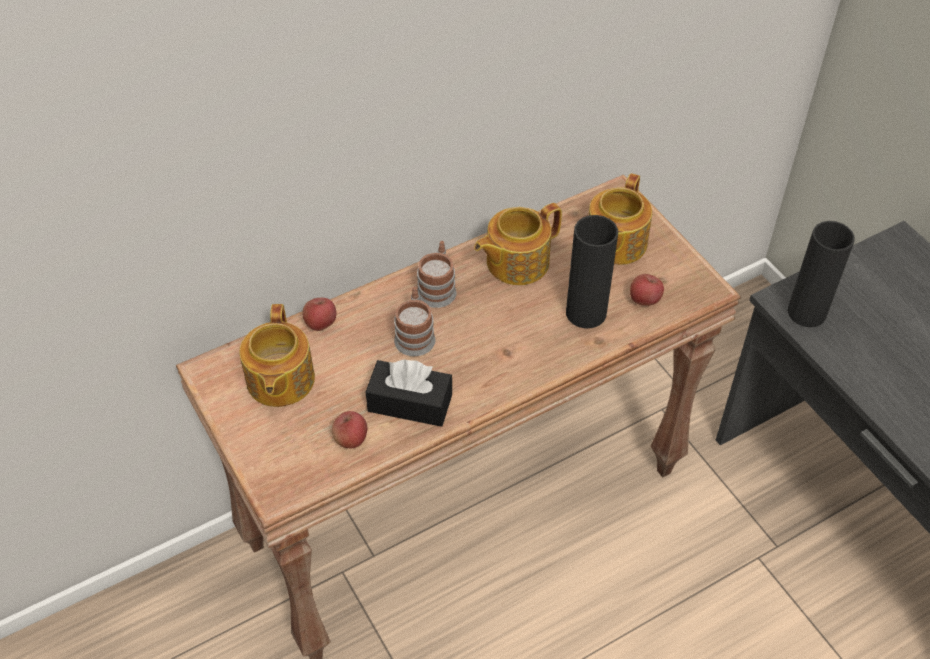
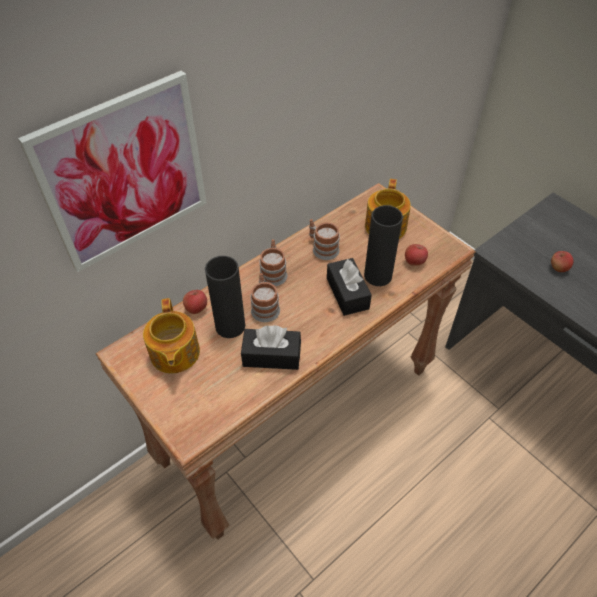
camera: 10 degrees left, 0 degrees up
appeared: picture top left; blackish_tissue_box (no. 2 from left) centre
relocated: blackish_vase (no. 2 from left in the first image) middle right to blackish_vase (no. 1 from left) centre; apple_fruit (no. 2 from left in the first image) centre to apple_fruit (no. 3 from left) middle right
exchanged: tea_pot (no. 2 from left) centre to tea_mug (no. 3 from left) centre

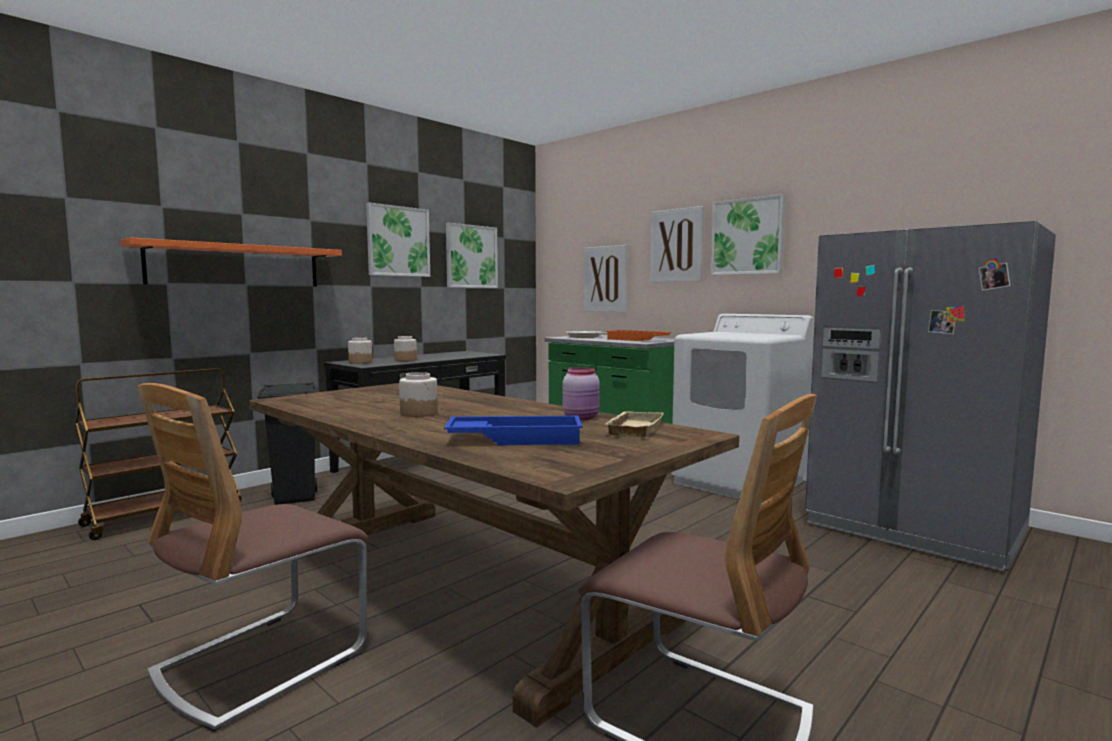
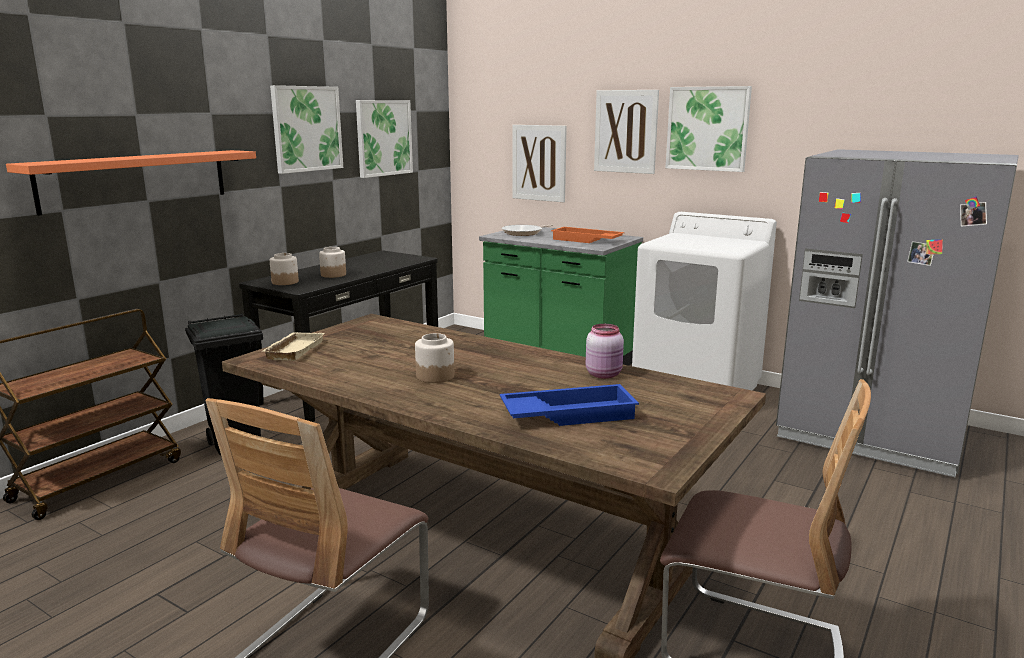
camera: 10 degrees left, 10 degrees up
relocated: sand-coloured_carrying_tray centre to middle left

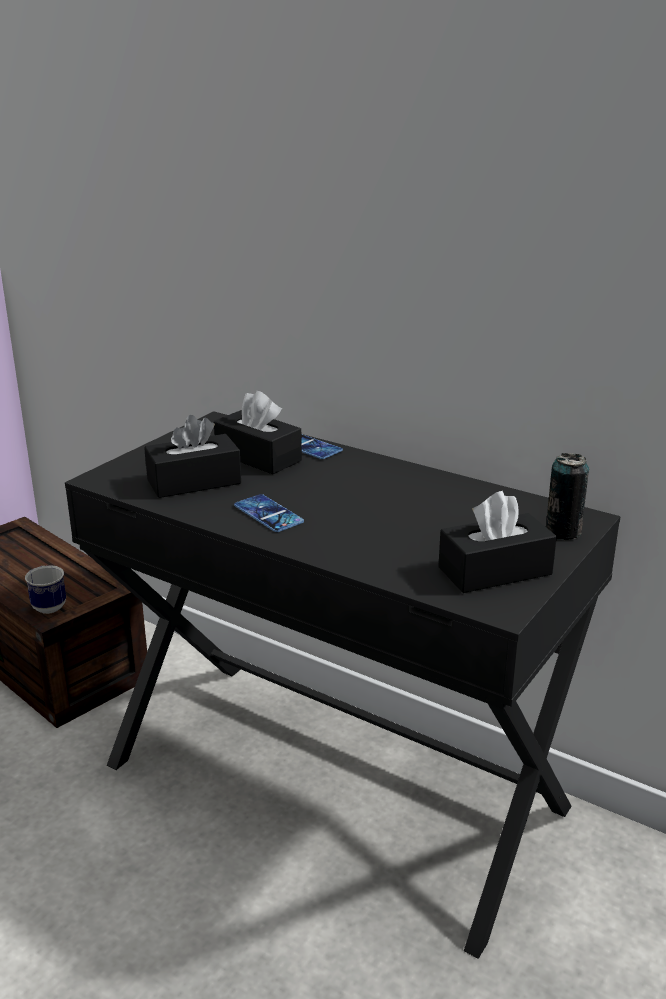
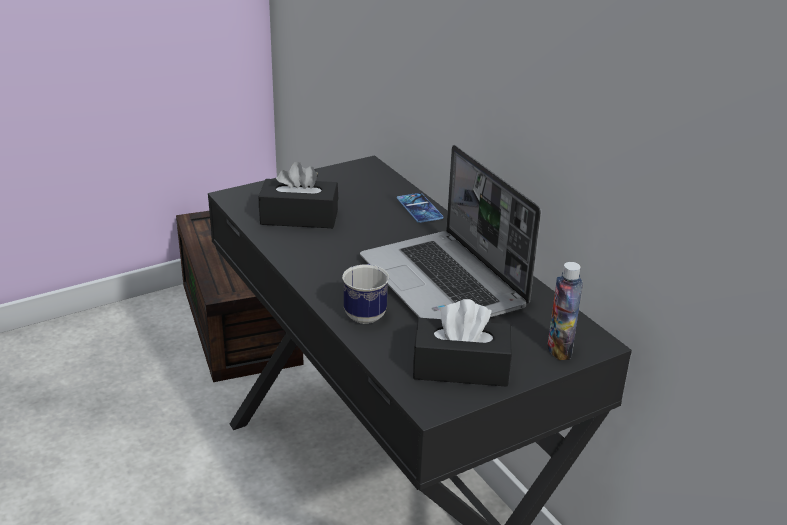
camera: 25 degrees right, 5 degrees up
missing: blackish_tissue_box (no. 2 from left) centre; handset (no. 1 from left) centre
appeared: portable_computer centre
relocated: tea_mug middle left to centre
exchanged: can middle right to drink_bottle middle right

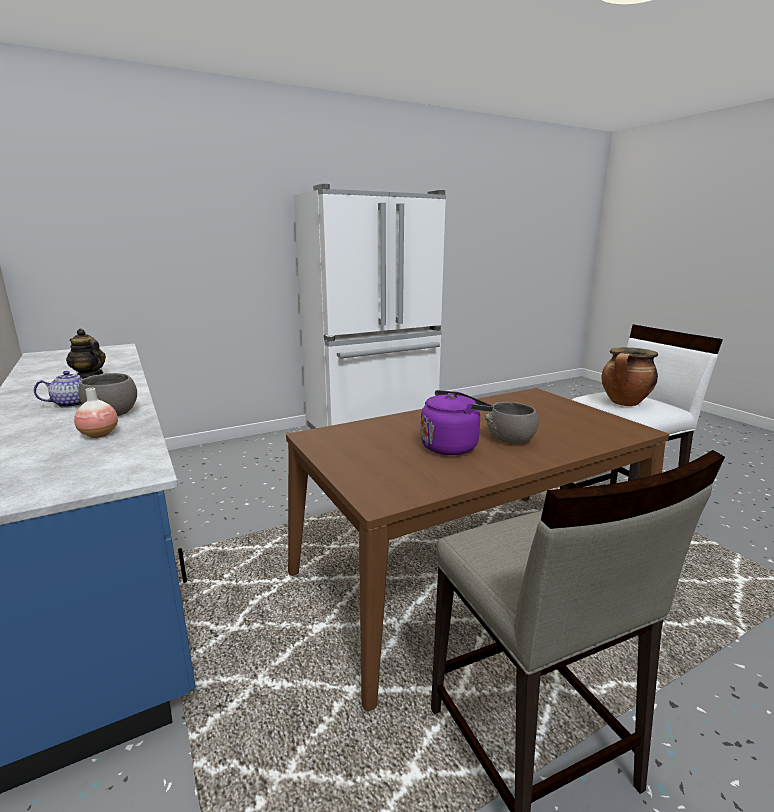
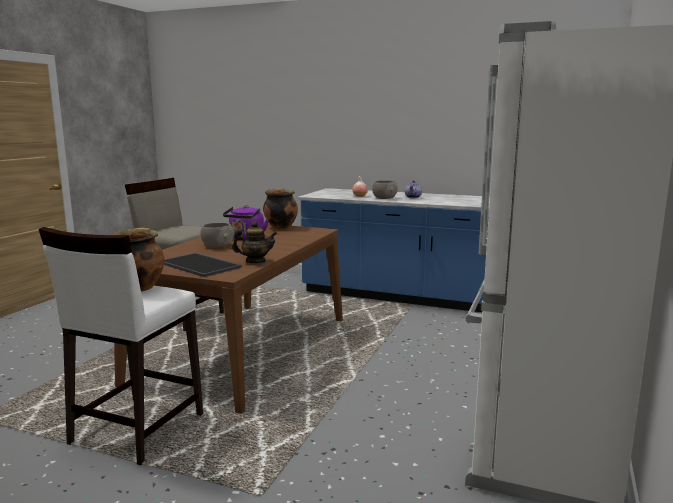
camera: 140 degrees right, 5 degrees down
appeared: cooking_pot (no. 2 from left) centre; carrying_tray middle left
relocated: tea_pot (no. 2 from left in the first image) middle left to tea_pot (no. 1 from left) centre

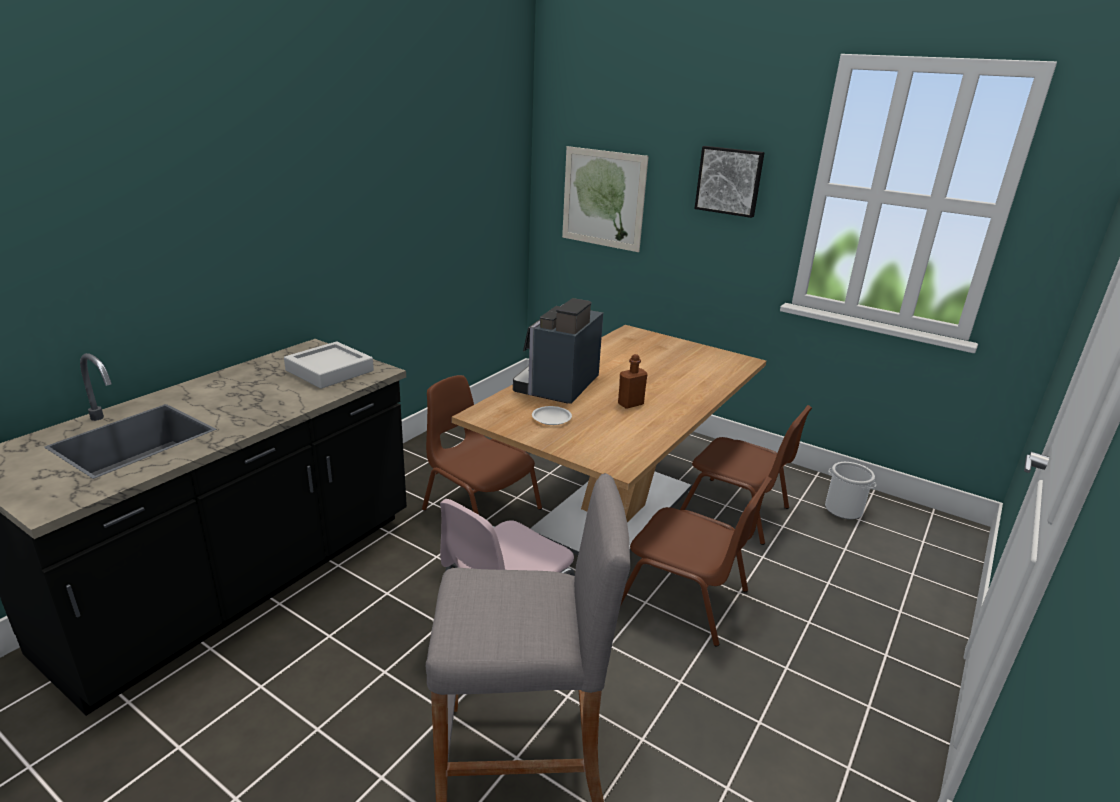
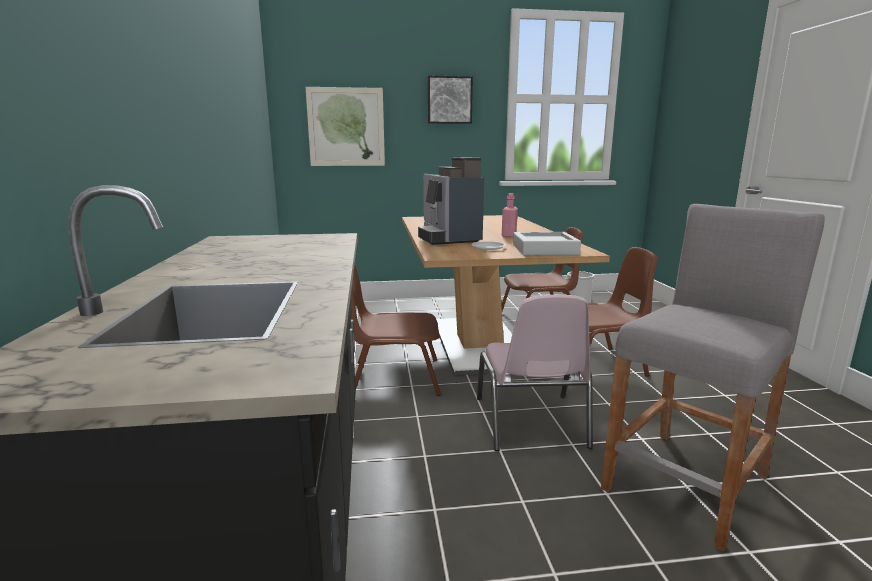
camera: 40 degrees left, 10 degrees down
relocated: gray_carrying_tray middle left to centre
colour: brown_drink_bottle centre to pinkish_drink_bottle centre

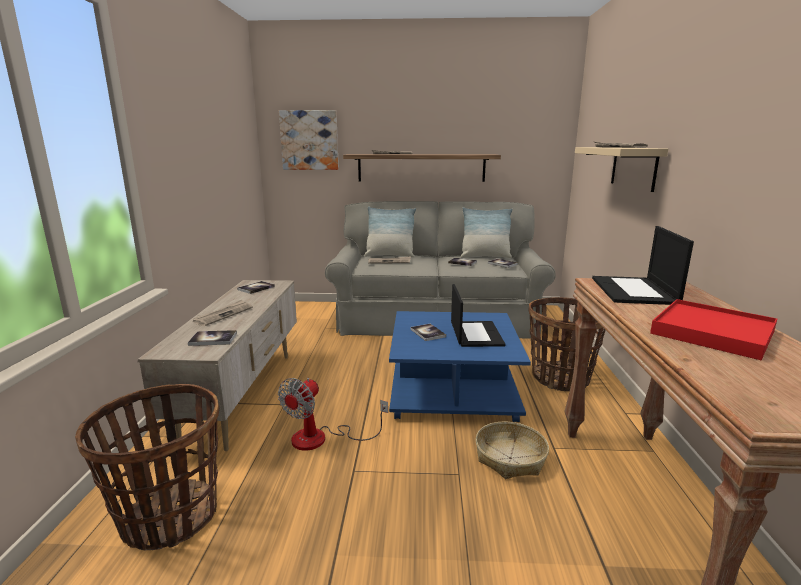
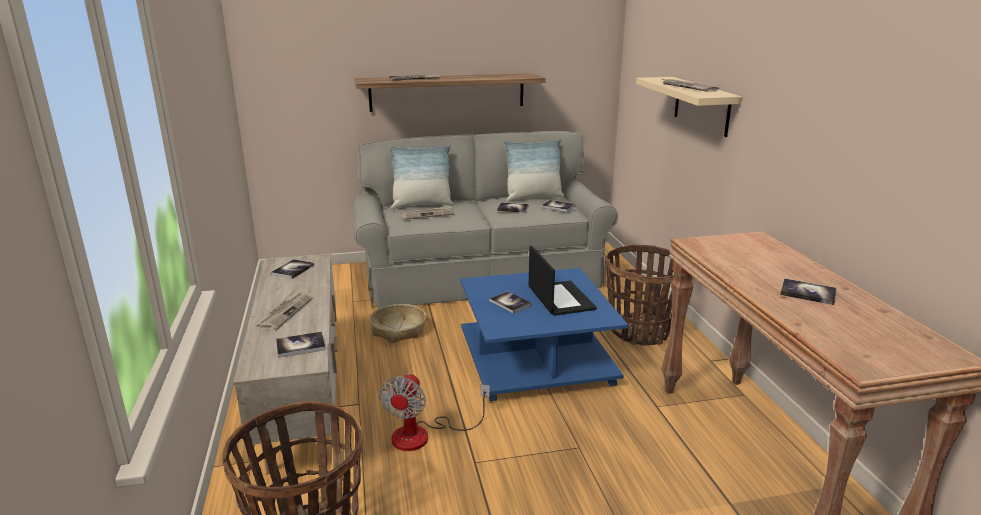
camera: 15 degrees left, 5 degrees up
missing: picture top centre; portable_computer (no. 2 from left) middle right
relocated: basket (no. 2 from left) bottom centre to centre
exchanged: red_carrying_tray middle right to volume (no. 6 from left) middle right

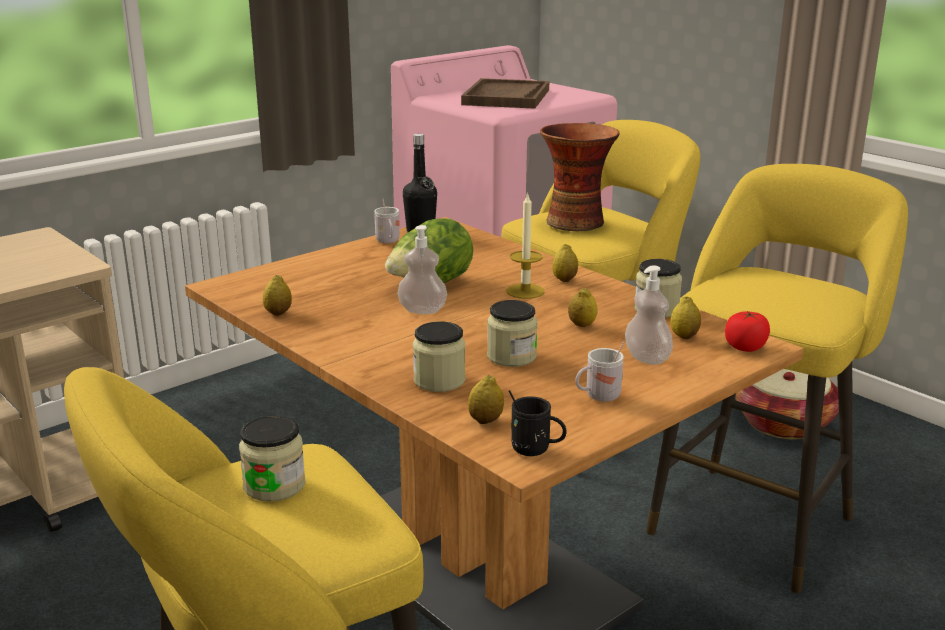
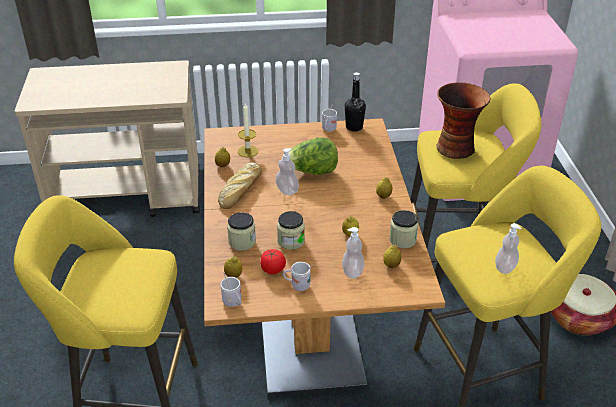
camera: 35 degrees right, 15 degrees up
missing: brown_carrying_tray top centre; jar (no. 1 from left) bottom left
appeared: baked_bread centre; soap_bottle (no. 3 from left) middle right
relocated: wax_candle centre to top centre; whole_tomato middle right to centre
colour: blackish_tea_mug bottom centre to white-coloured_tea_mug (no. 1 from left) bottom centre

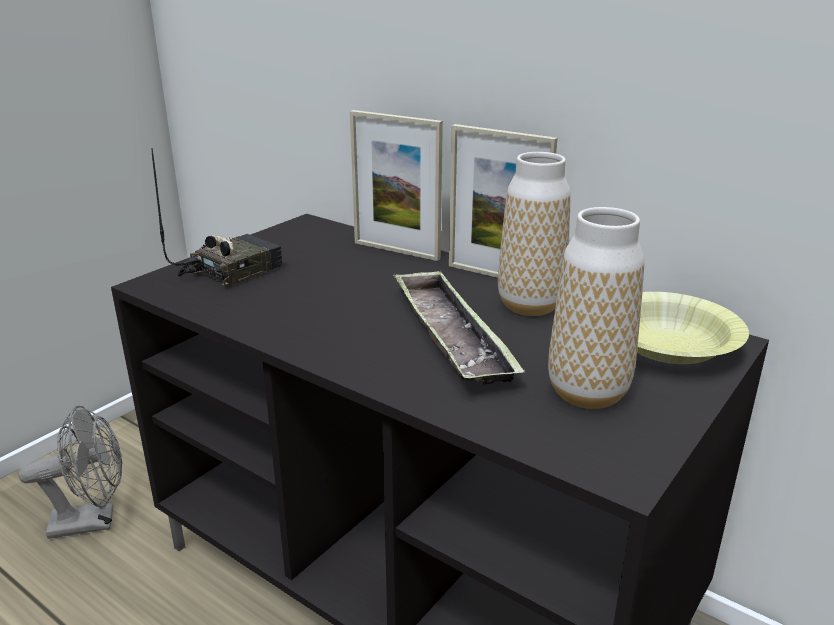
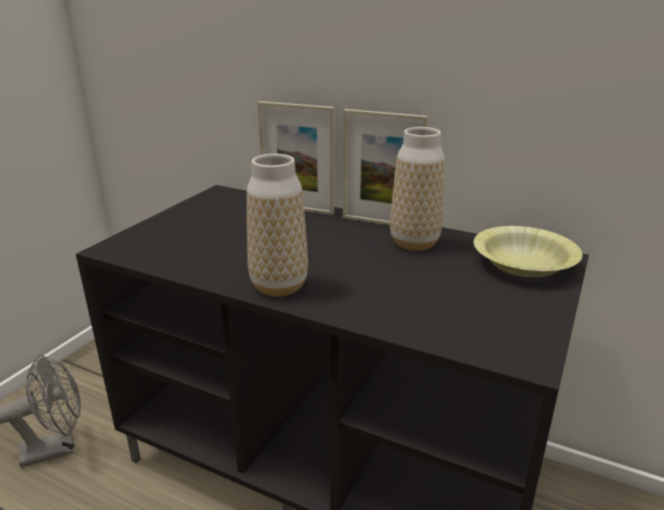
camera: 10 degrees left, 0 degrees up
missing: radio_set middle left; carrying_tray centre
relocated: vase (no. 2 from left in the first image) middle right to vase (no. 1 from left) centre

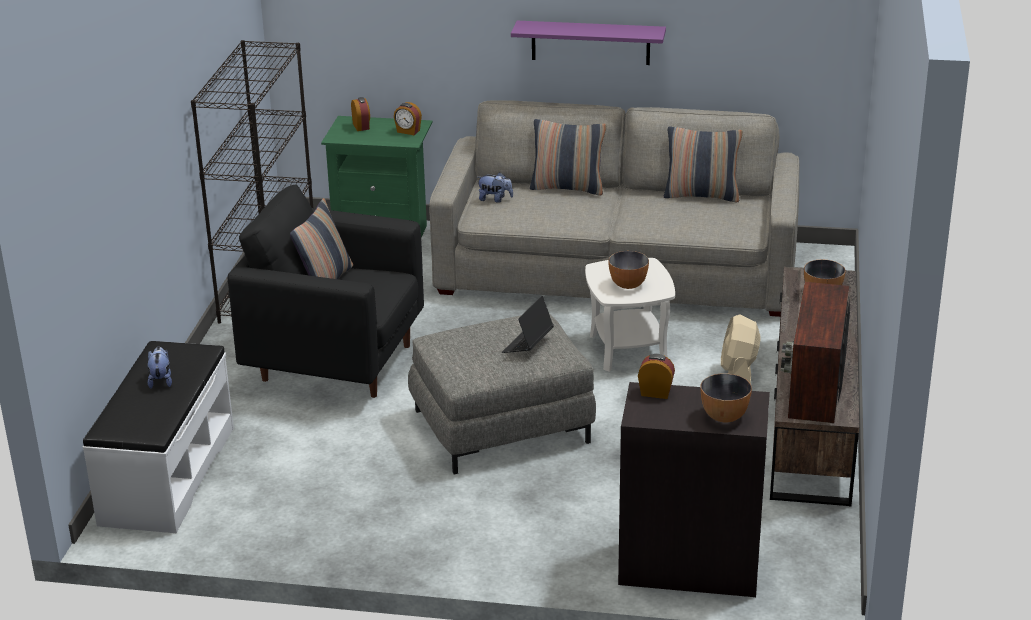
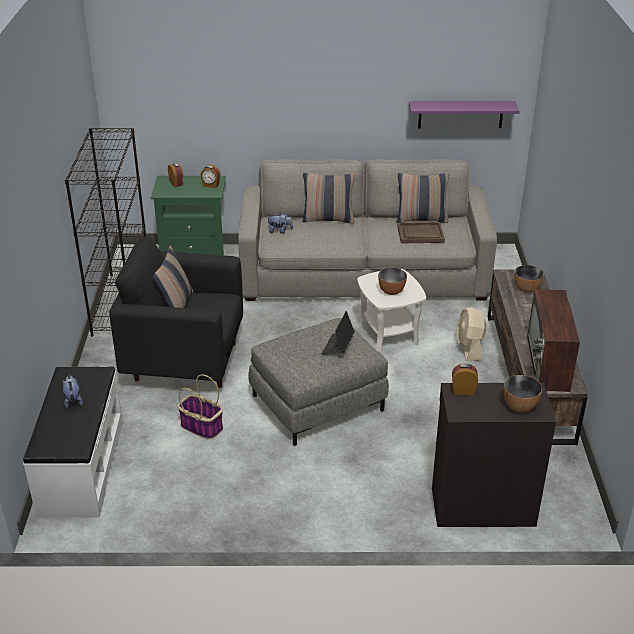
camera: 10 degrees left, 5 degrees up
appeared: brown_carrying_tray centre; basket middle left
relocated: purple-coloured_bracket_shelf top centre to top right

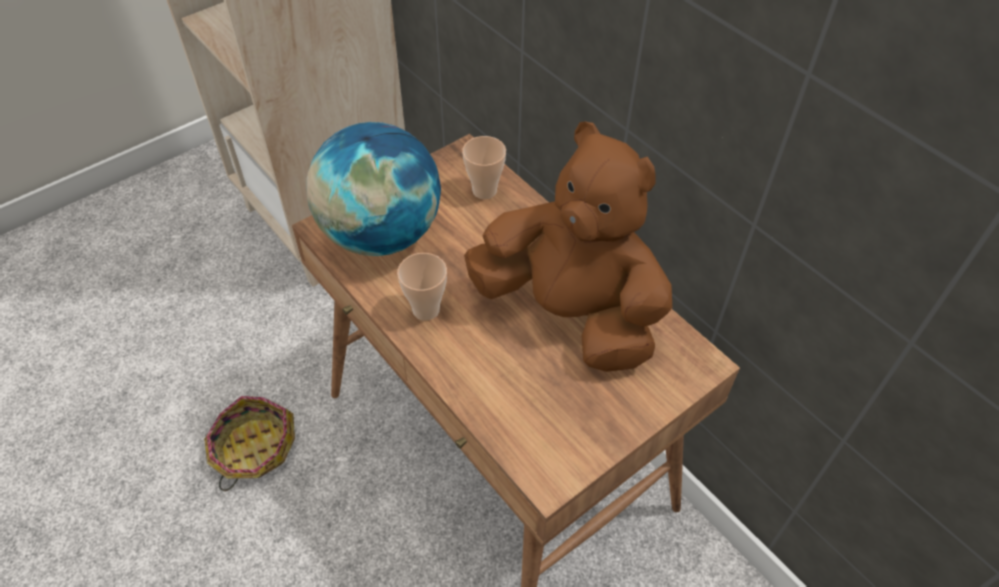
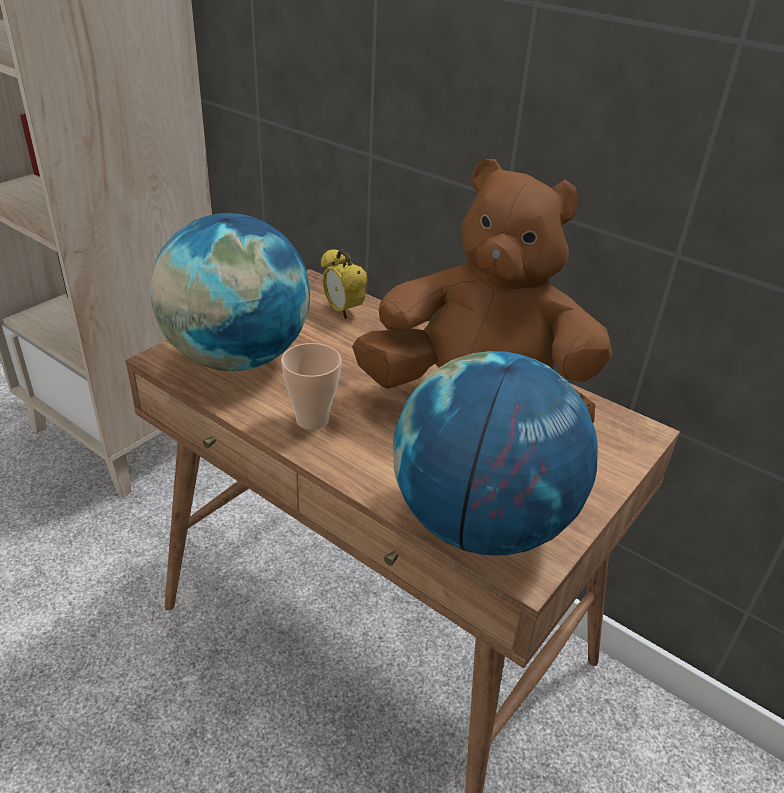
camera: 15 degrees left, 15 degrees down
missing: basket bottom left
appeared: desk_globe (no. 2 from left) centre
exchanged: small_cup (no. 2 from left) top centre to table_clock centre

